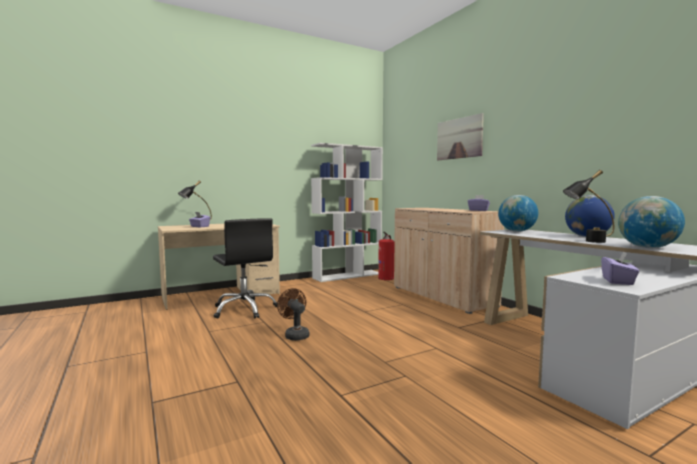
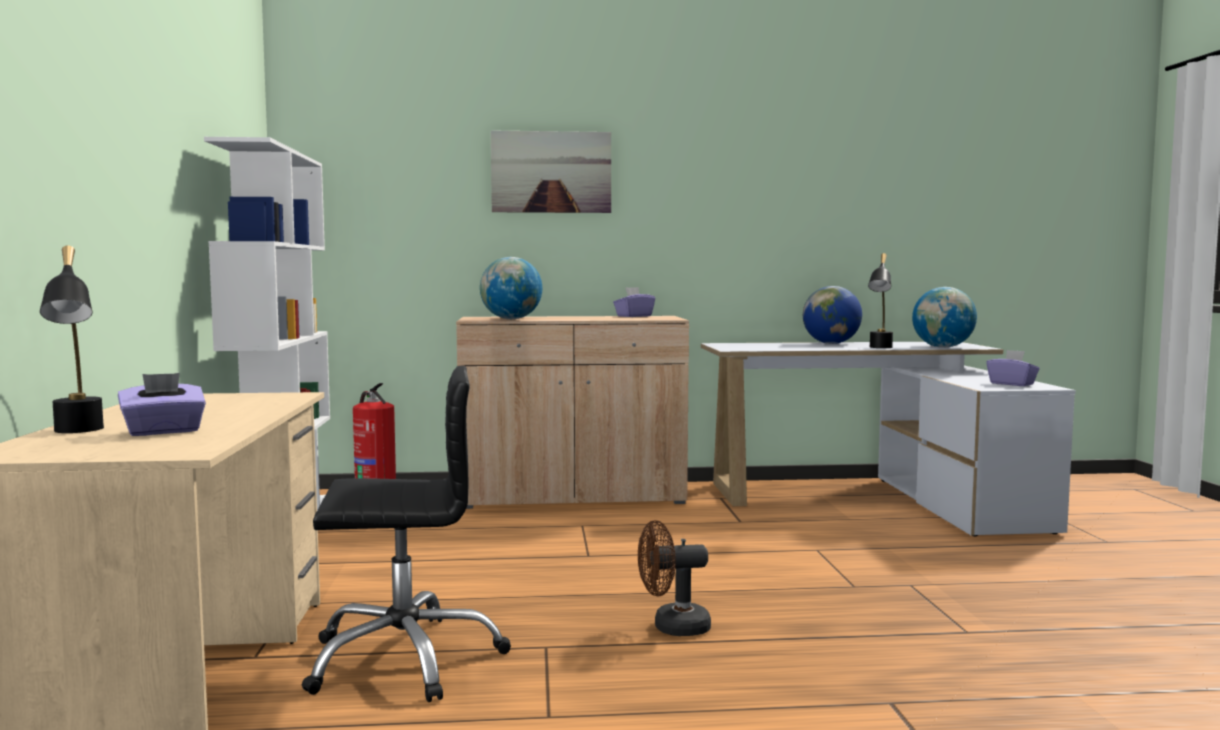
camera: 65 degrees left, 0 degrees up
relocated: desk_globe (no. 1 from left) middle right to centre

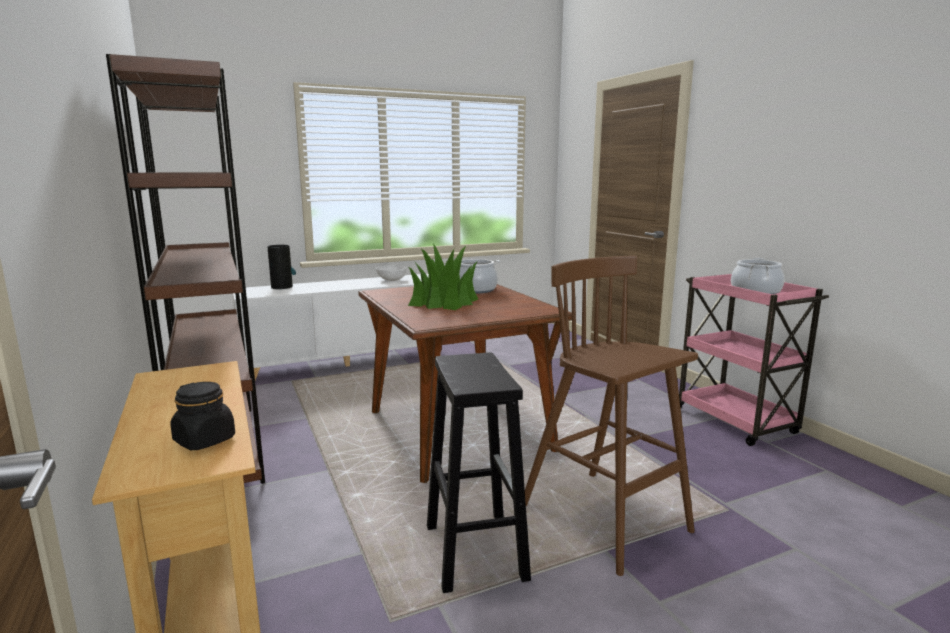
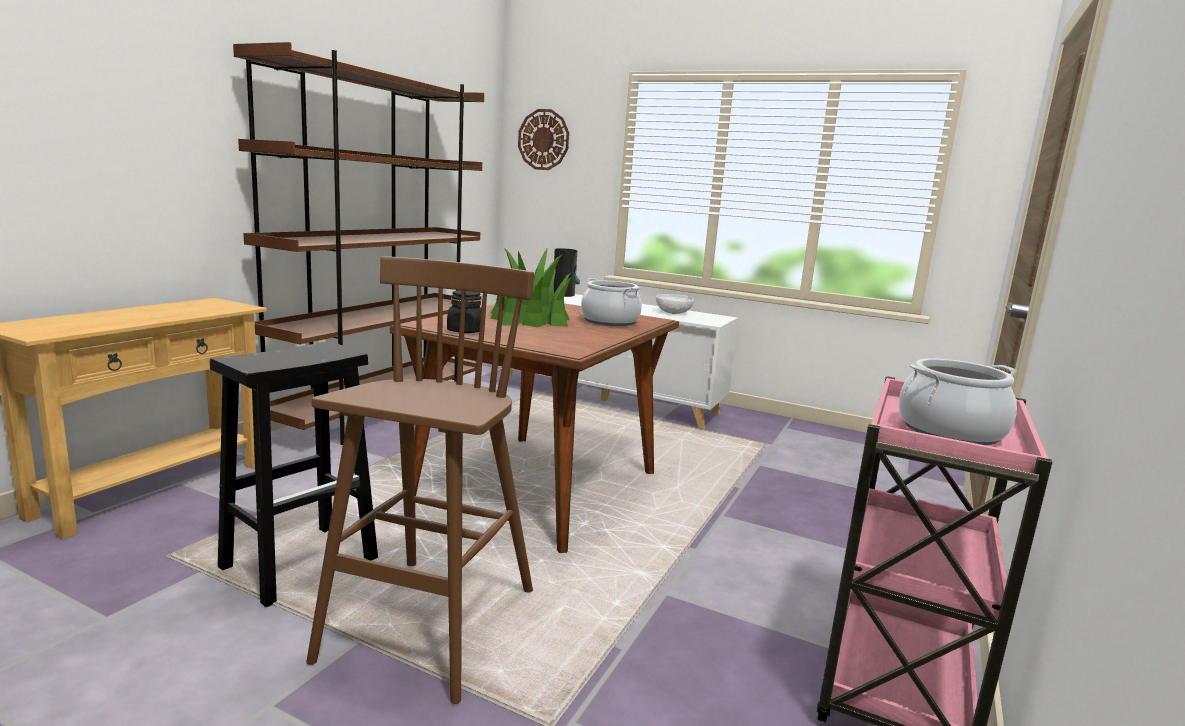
camera: 50 degrees right, 0 degrees up
appeared: hanging_clock top centre
relocated: blackish_jar middle left to centre

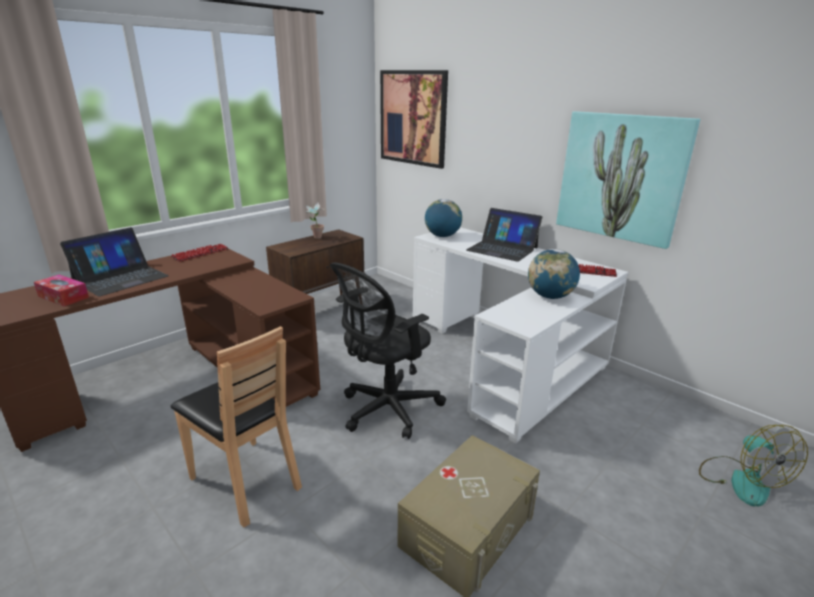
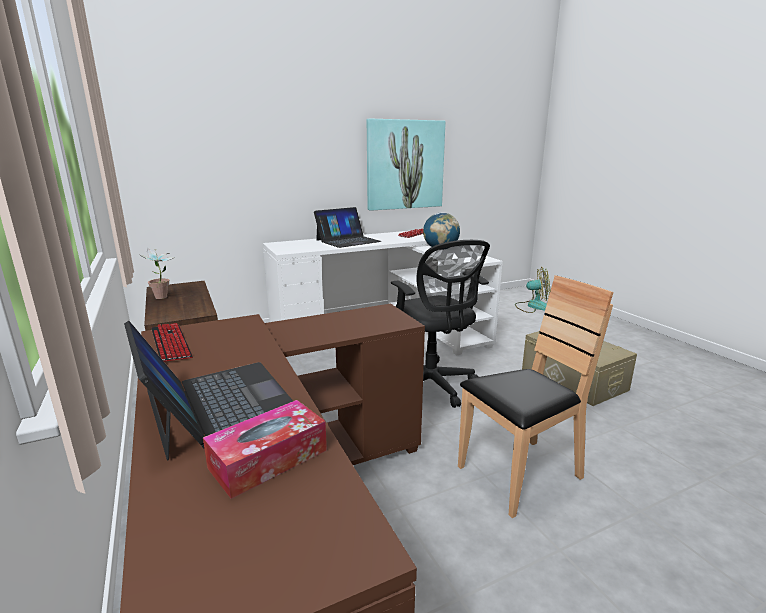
camera: 70 degrees left, 5 degrees down
missing: picture (no. 1 from left) top centre; desk_globe (no. 1 from left) centre

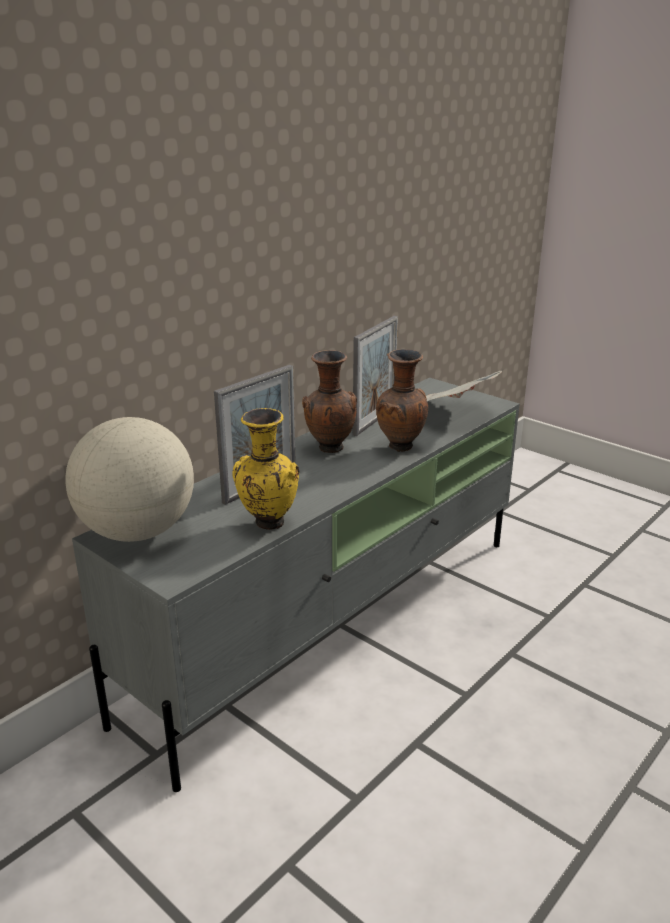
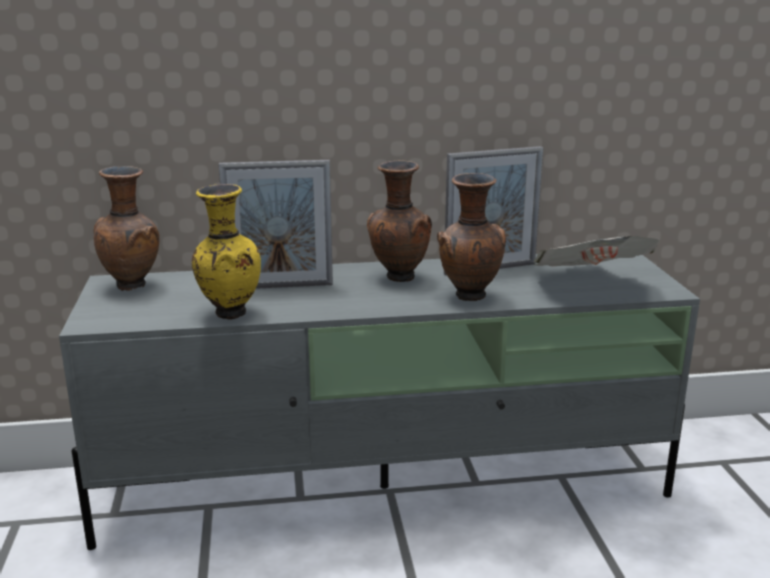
camera: 40 degrees right, 5 degrees down
exchanged: desk_globe middle left to brown_vase (no. 1 from left) middle left

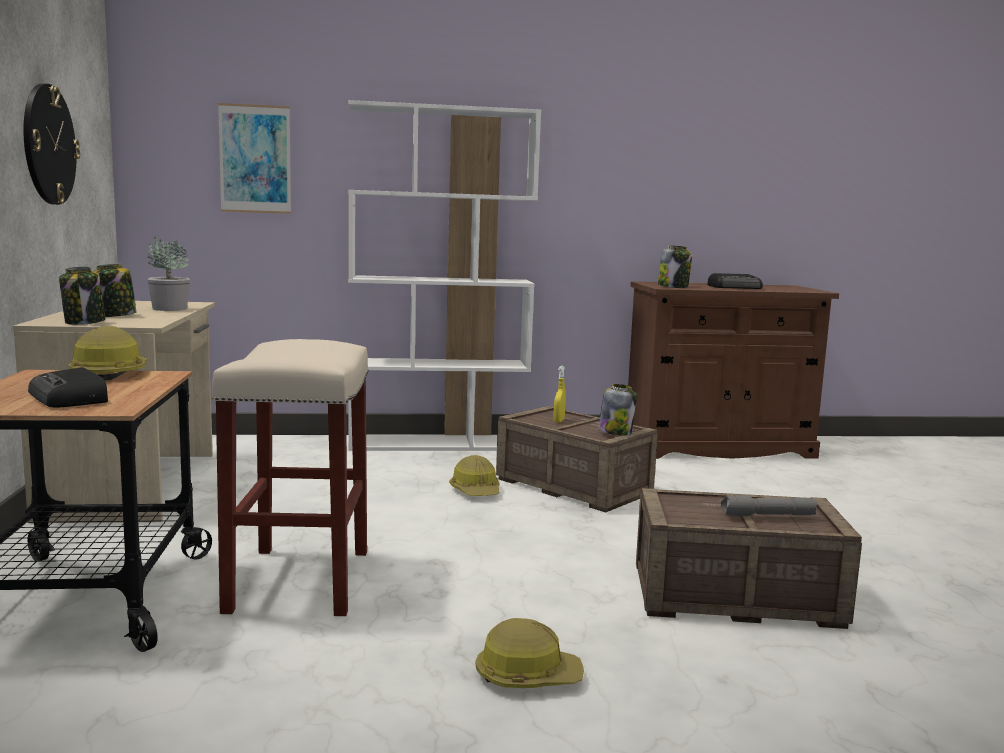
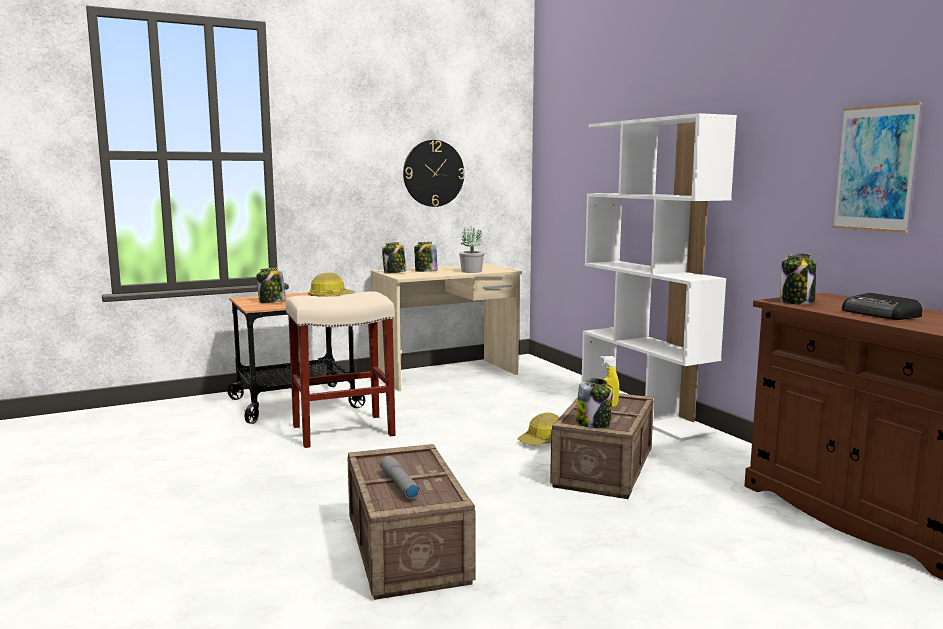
camera: 70 degrees right, 0 degrees up
missing: hard_hat (no. 3 from left) bottom centre
relocated: picture top left to top right
exchanged: radio_set (no. 1 from left) middle left to jar (no. 1 from left) middle left

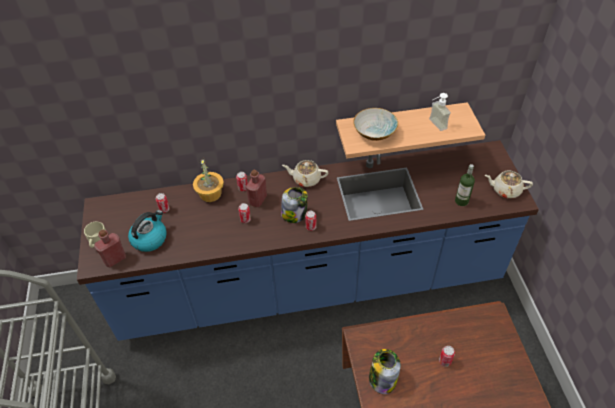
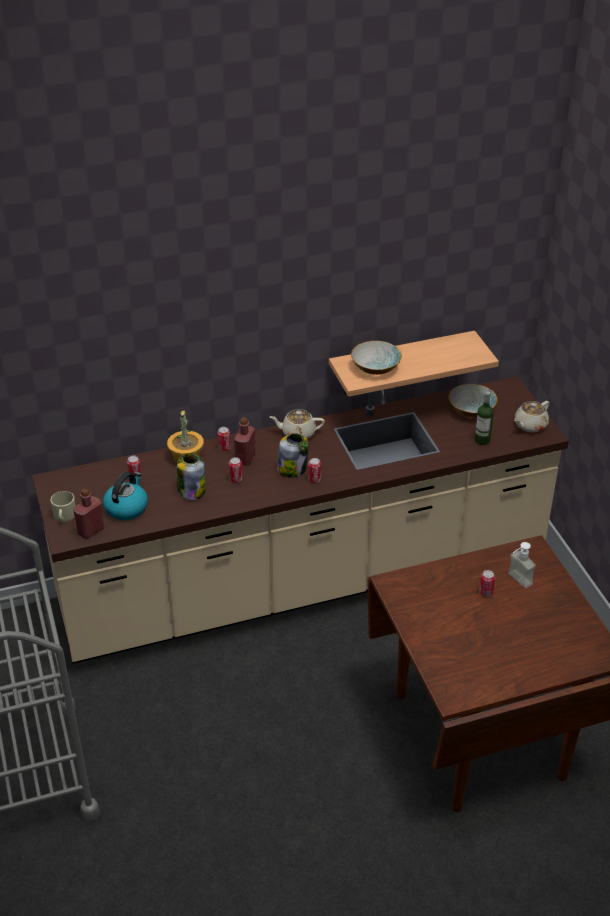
camera: 10 degrees left, 10 degrees down
appeared: serving_bowl (no. 2 from left) middle right
relocated: soap_bottle top right to middle right; jar (no. 2 from left in the first image) bottom centre to jar (no. 1 from left) middle left
colour: blue-coloured_counter centre to sand-coloured_counter centre
spun: sand-coloured_tea_pot (no. 2 from left) middle right = middle right 45 degrees counterclockwise

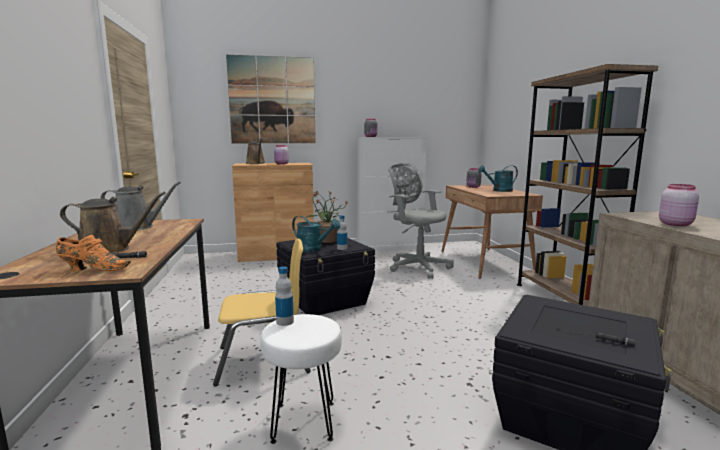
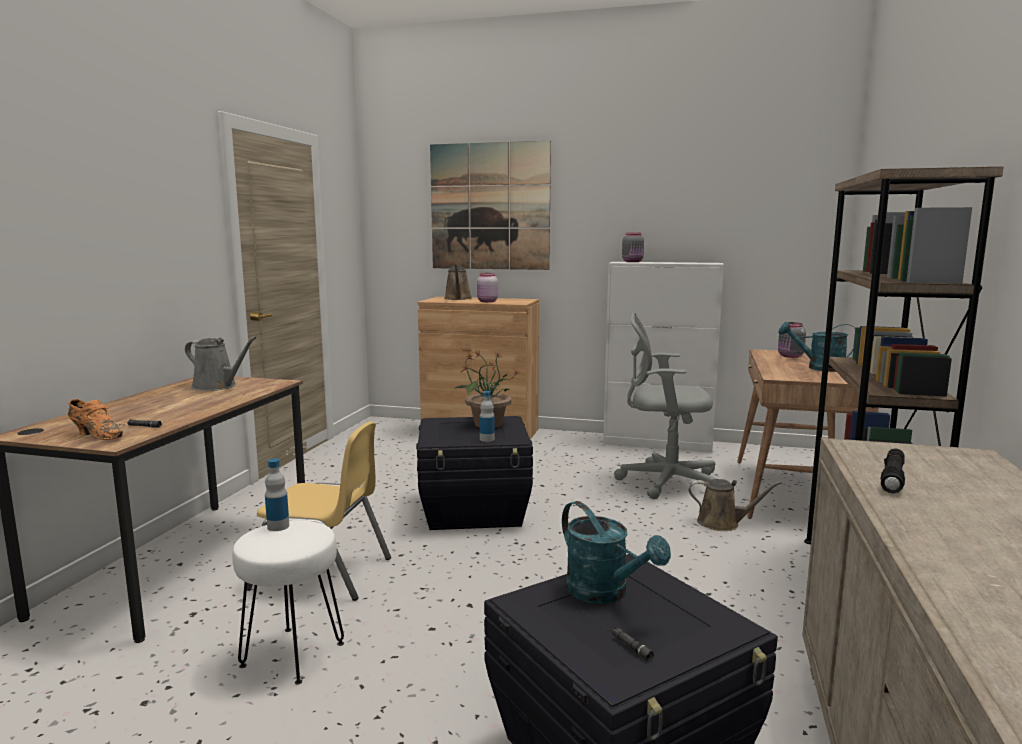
camera: 25 degrees right, 0 degrees up
relocated: brown_sprinkling_can (no. 1 from left in the first image) middle left to brown_sprinkling_can (no. 2 from left) bottom right; blue-green_sprinkling_can (no. 1 from left) centre to bottom centre
exchanged: pinkish_jar (no. 2 from left) middle right to blackish_flashlight (no. 3 from left) middle right
spun: gray_desk_chair centre = centre 60 degrees counterclockwise

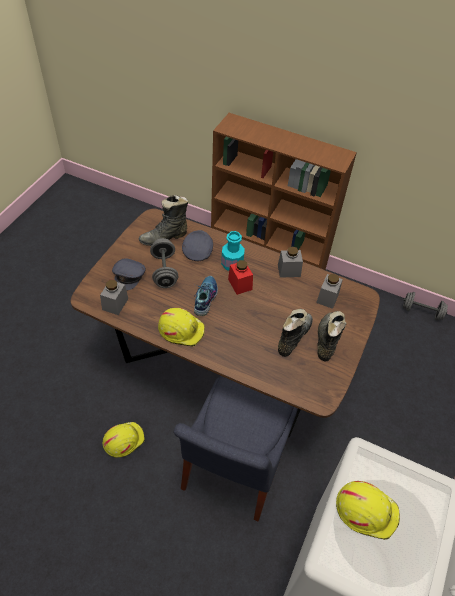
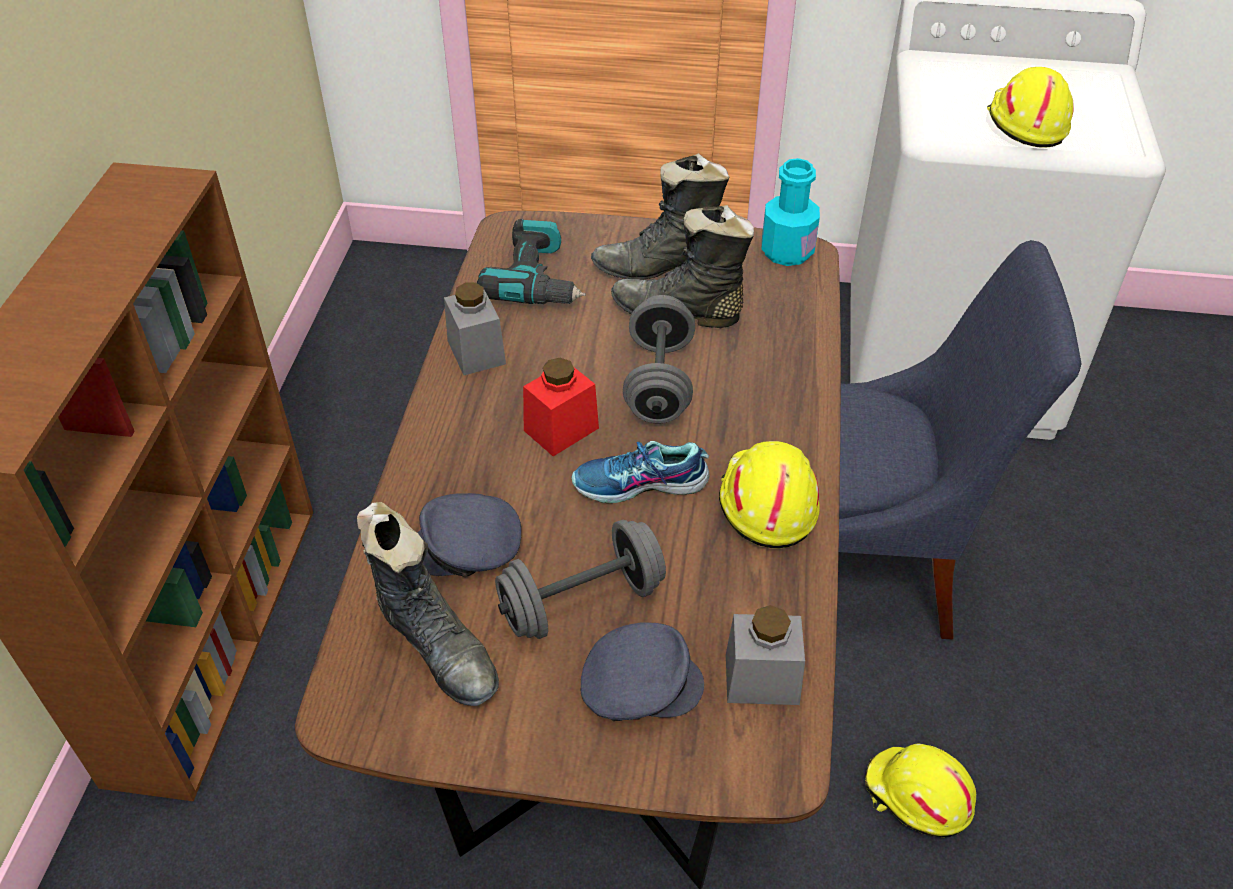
camera: 105 degrees left, 5 degrees down
relocated: blue-green_drink_bottle centre to top centre; gray_free_weight (no. 2 from left) middle right to centre
exchanged: gray_jar (no. 3 from left) middle right to power_drill top centre

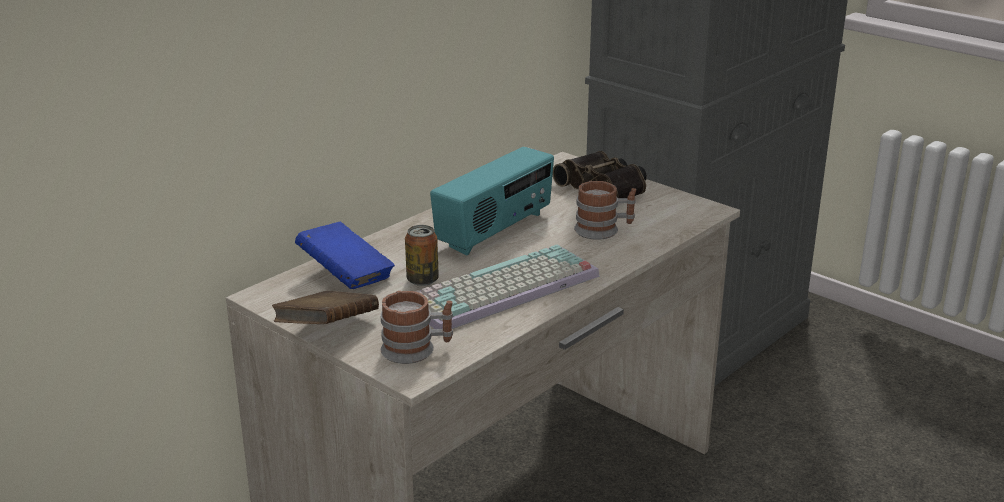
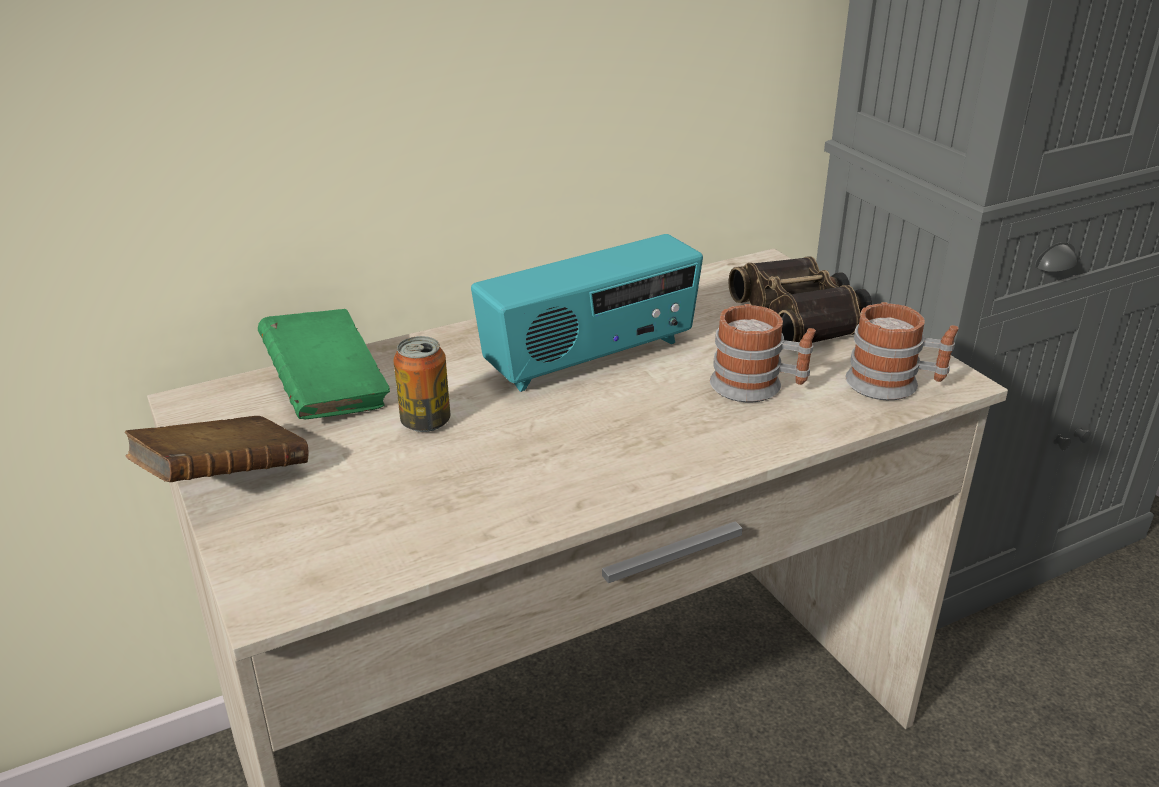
camera: 20 degrees right, 5 degrees up
missing: computer_keyboard centre
relocated: tea_mug (no. 1 from left in the first image) centre to tea_mug (no. 2 from left) middle right
colour: blue-coloured_volume centre to greenish_volume middle left

